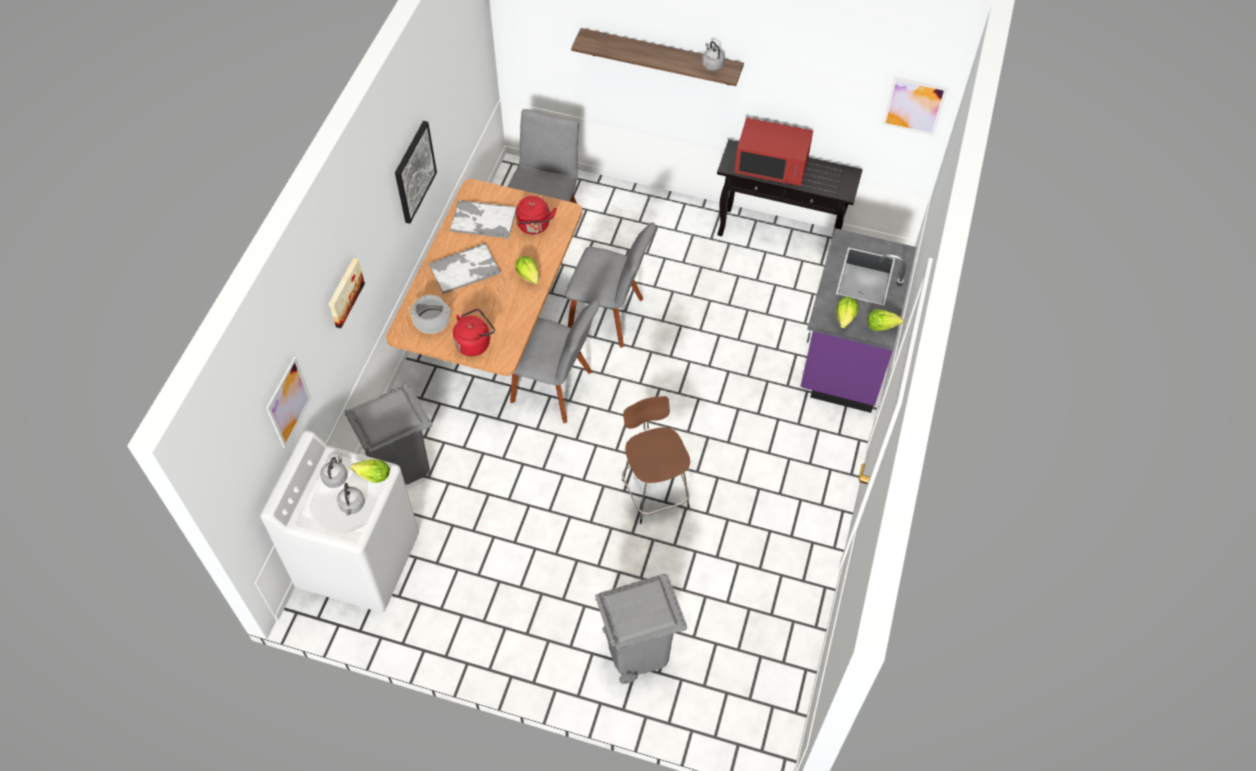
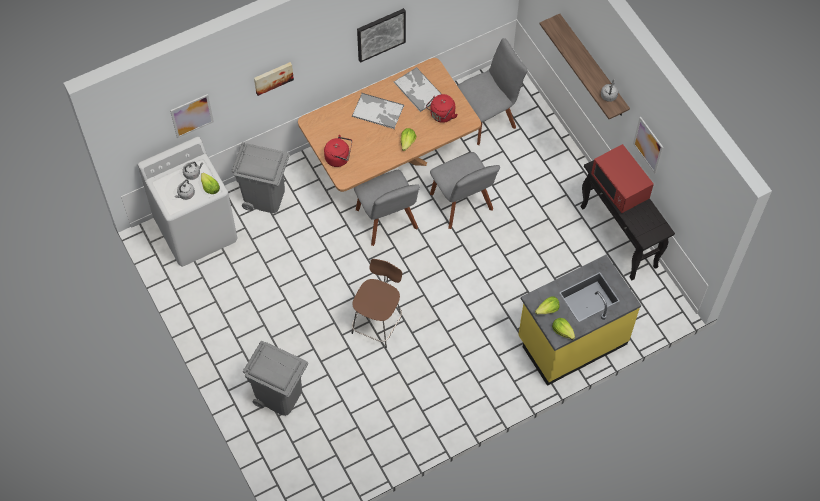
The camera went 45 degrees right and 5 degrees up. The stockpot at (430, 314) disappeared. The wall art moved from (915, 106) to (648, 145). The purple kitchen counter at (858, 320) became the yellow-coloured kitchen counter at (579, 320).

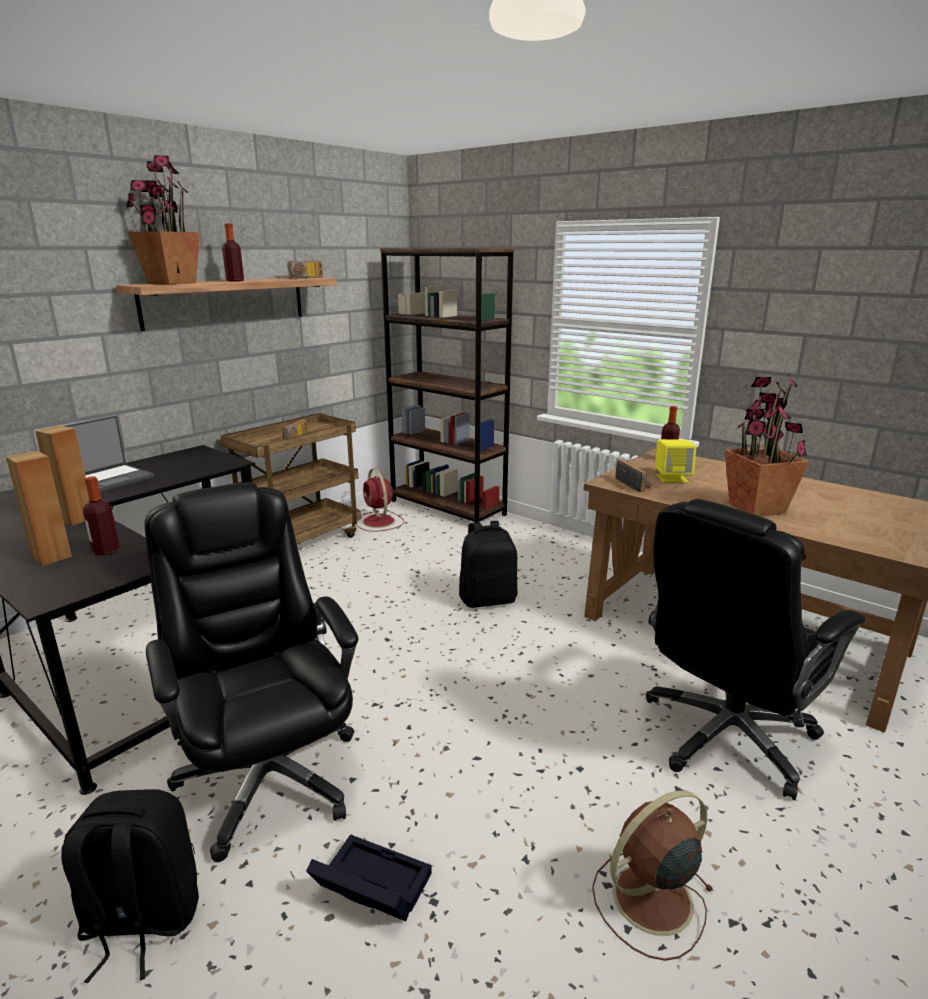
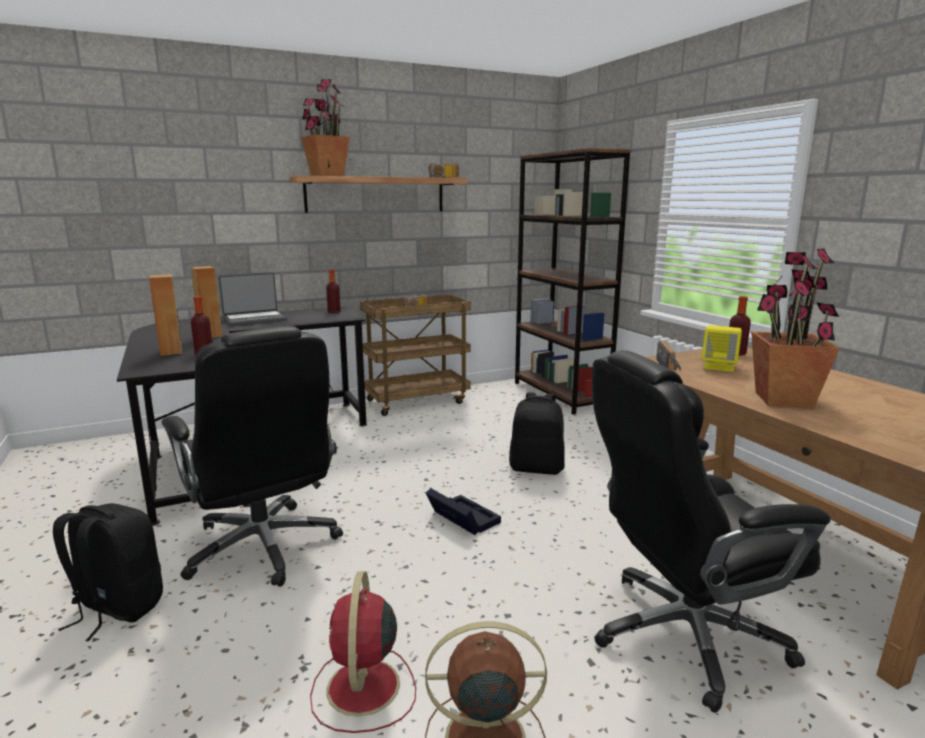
The camera went 25 degrees right and 5 degrees down. The bottle moved from (233, 252) to (333, 291). The black storage container moved from (369, 877) to (463, 511). The red-coloured electric fan moved from (380, 499) to (363, 652). The black computer chair at (251, 672) turned 150 degrees clockwise.

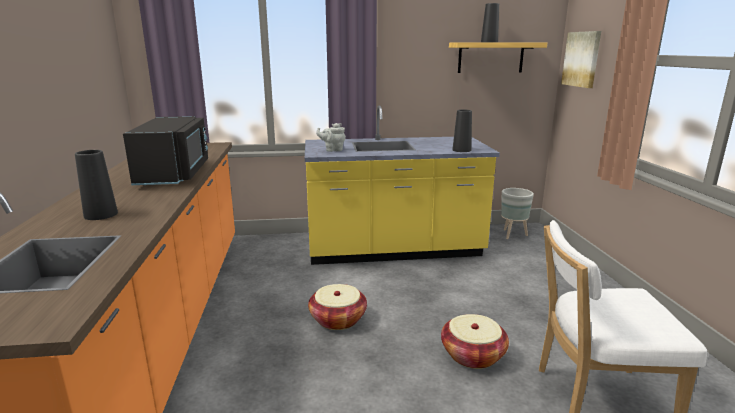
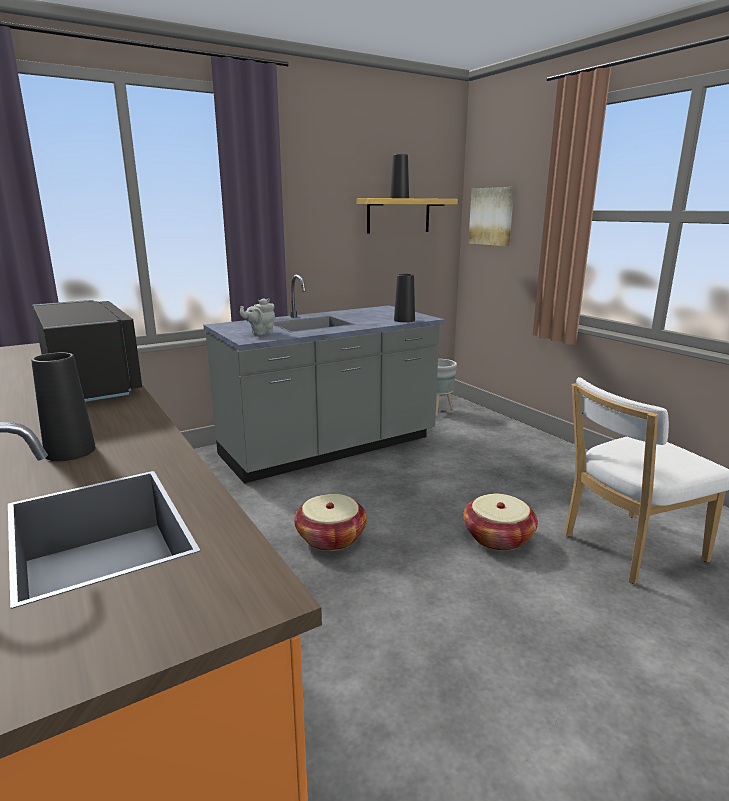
The camera went 25 degrees left and 0 degrees up. The yellow-coloured kitchen counter at (402, 185) became the grey kitchen counter at (324, 379).

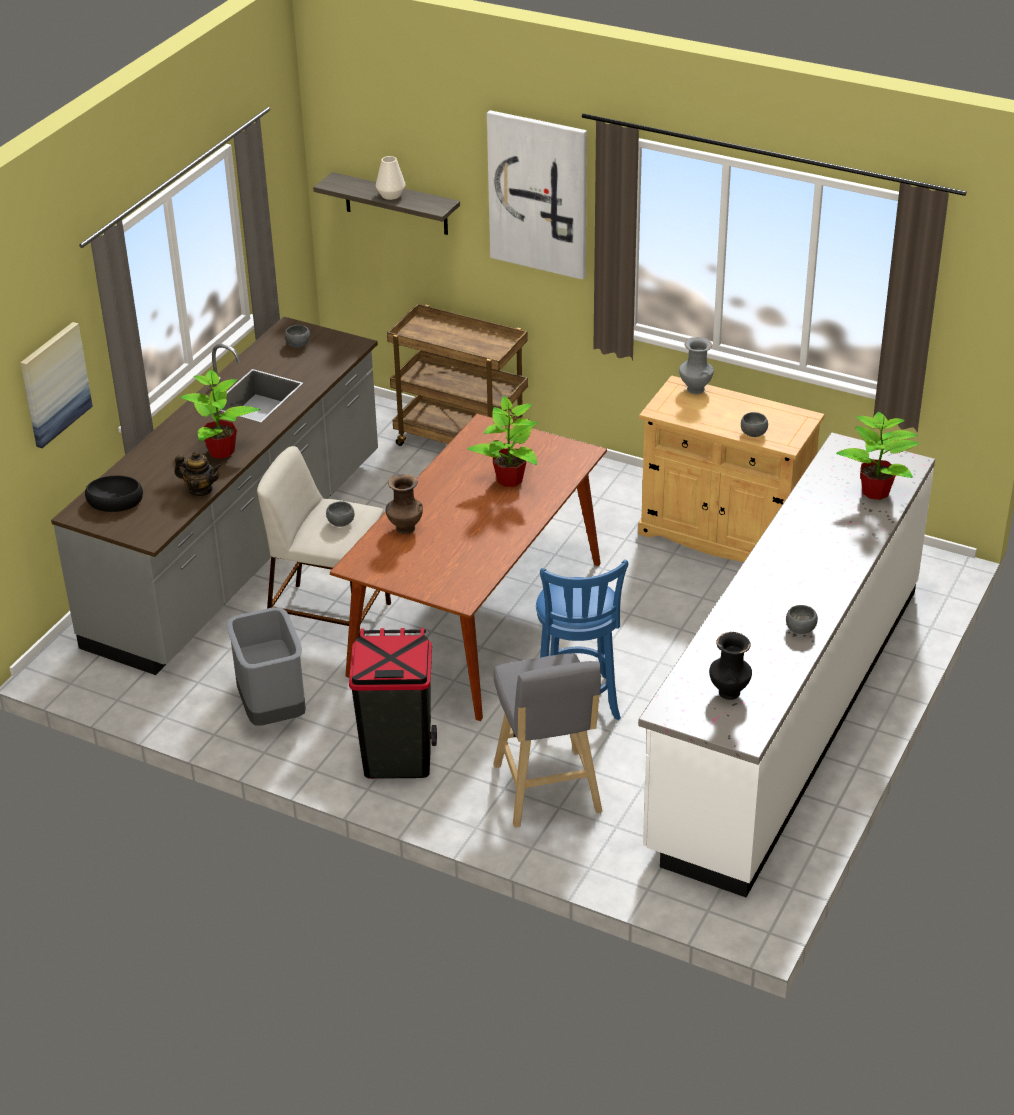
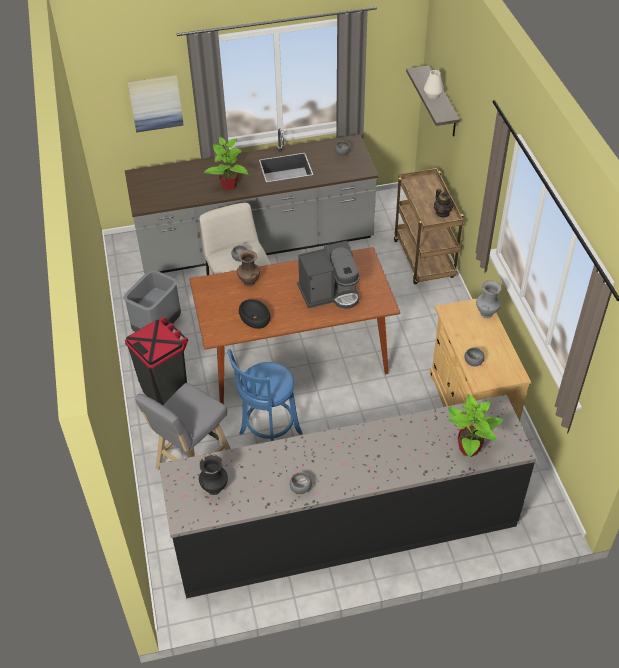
The camera went 50 degrees right and 10 degrees up. The wall art at (537, 195) disappeared. The black serving bowl moved from (114, 494) to (254, 314). The tea pot moved from (197, 473) to (443, 203). The plant in a pot at (502, 441) was replaced by the coffee brewer at (328, 275). The whitish kitchen counter at (786, 664) became the black kitchen counter at (348, 497).

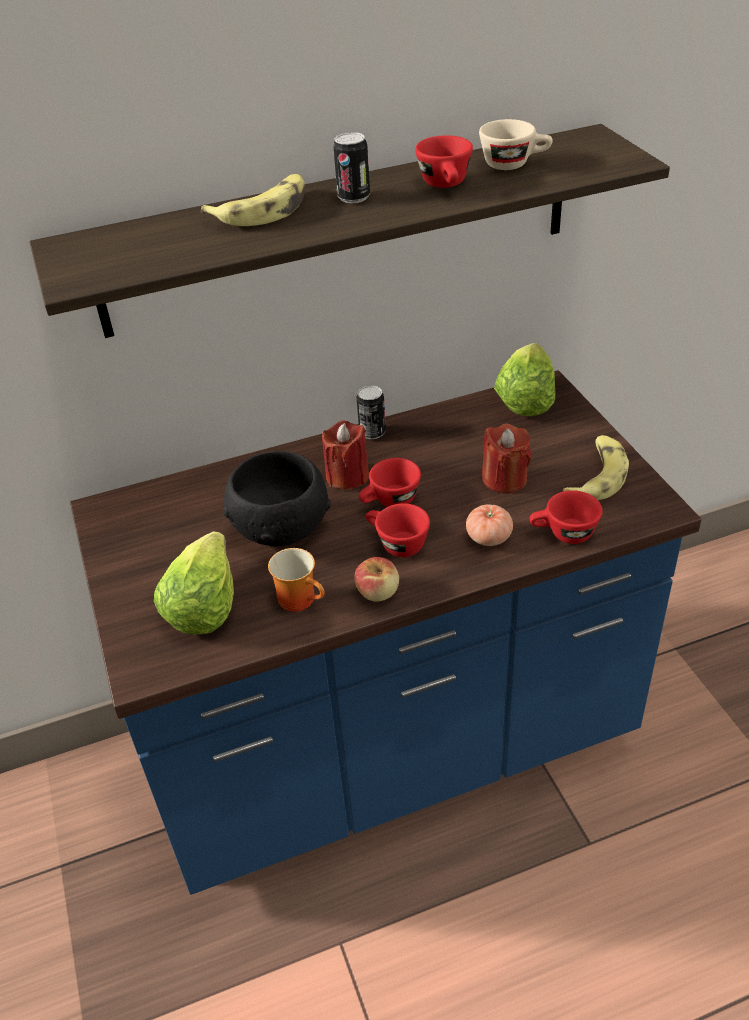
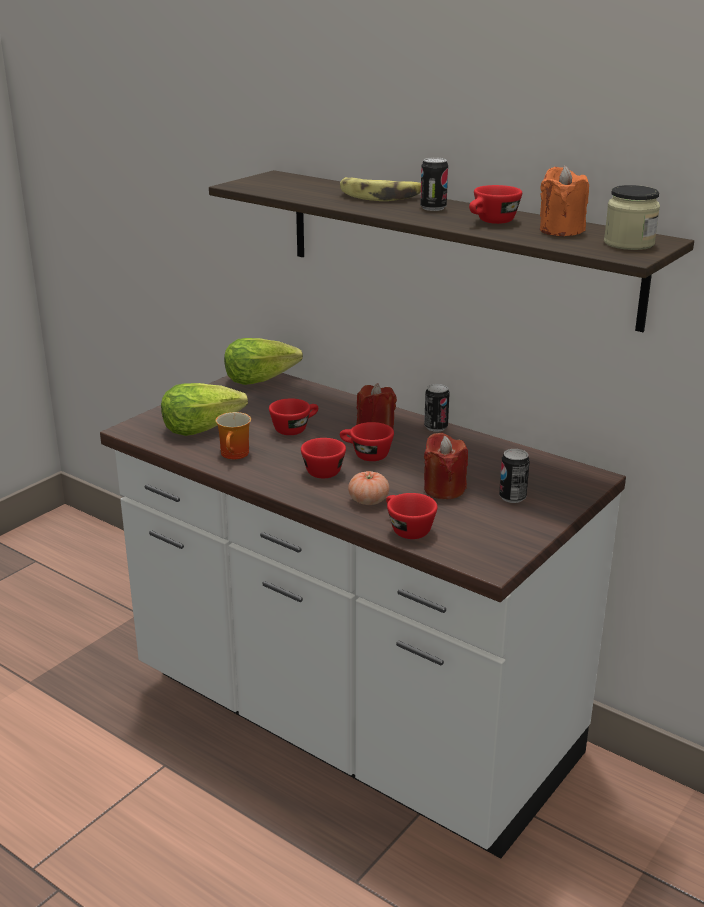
The camera went 55 degrees right and 15 degrees down. The apple fruit at (376, 579) disappeared. The whole banana at (596, 467) disappeared. The sealed can at (514, 476) appeared. The preserve jar at (632, 217) appeared. The lettuce moved from (524, 379) to (263, 361). The black serving bowl at (277, 499) was replaced by the red-coloured small cup at (293, 416). The sand-coloured small cup at (516, 144) was replaced by the orangey wax candle at (564, 201). The bluish kitchen counter at (386, 632) became the whitish kitchen counter at (363, 616).

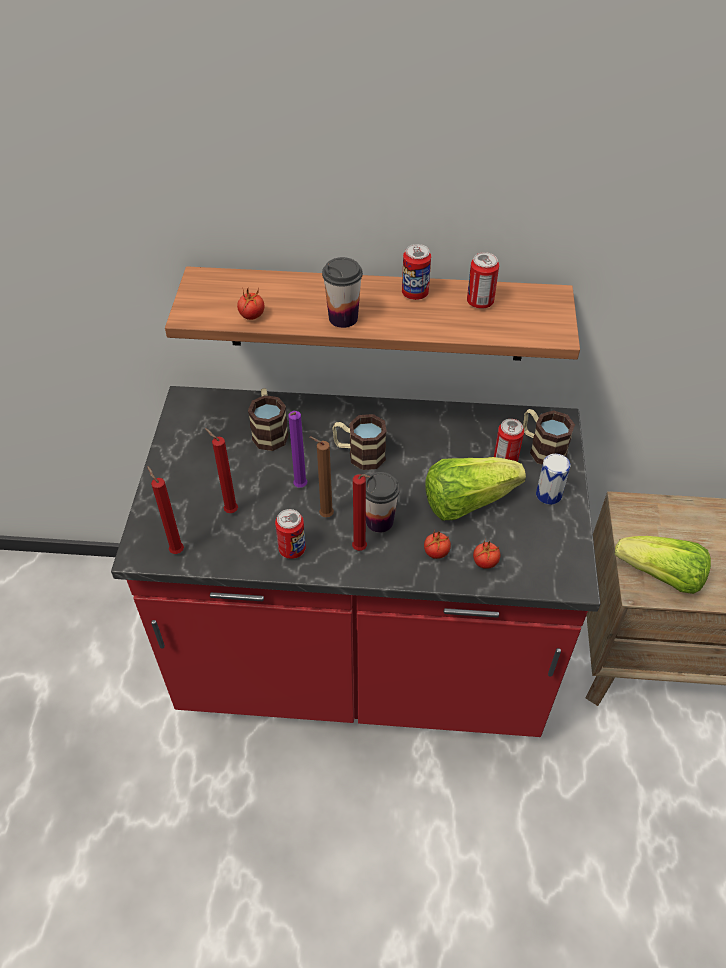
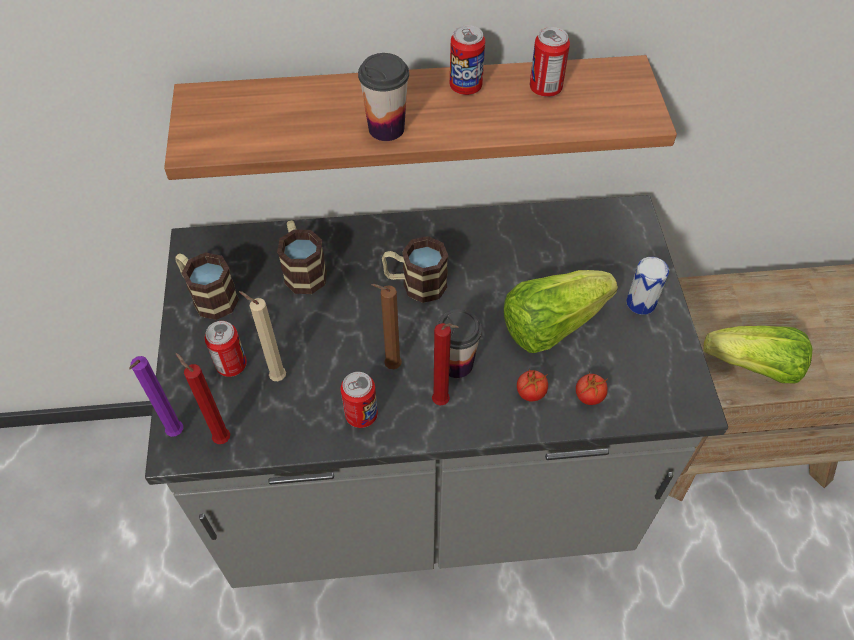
The camera went 10 degrees left and 5 degrees up. The whole tomato at (251, 304) disappeared. The purple wax candle moved from (297, 449) to (156, 396). The sealed can moved from (509, 440) to (226, 349). The mug moved from (549, 437) to (207, 286). The red-coloured kitchen counter at (355, 561) became the grey kitchen counter at (436, 391). The red-coloured wax candle at (221, 470) became the sand-coloured wax candle at (262, 336).

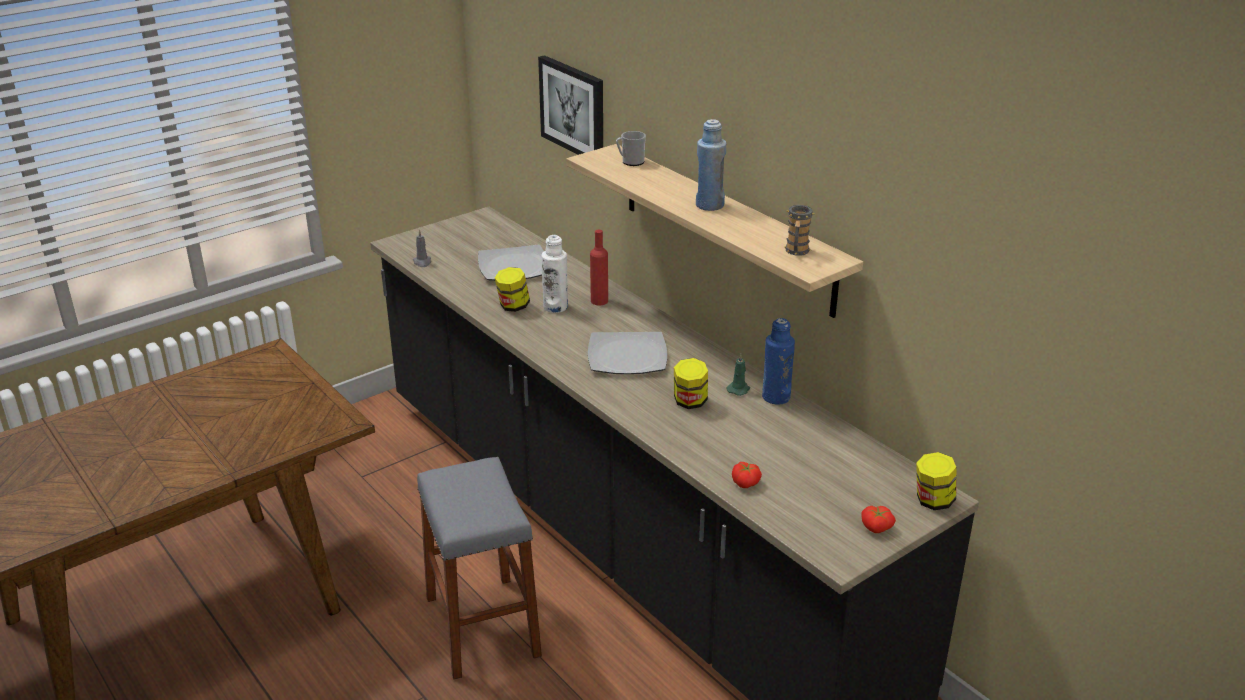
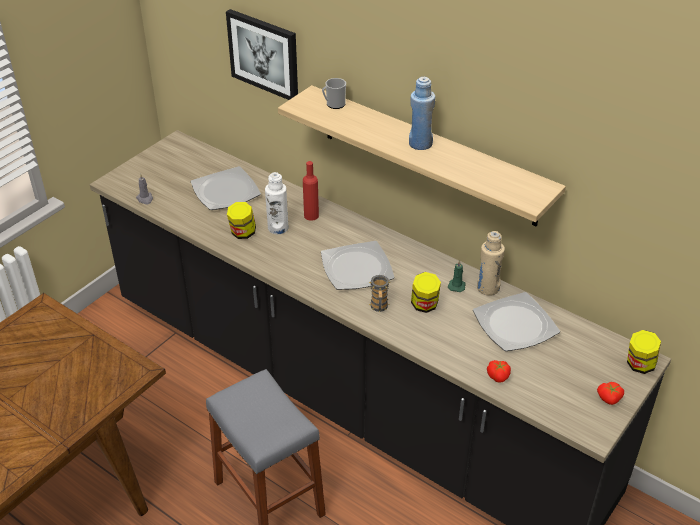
The camera went 15 degrees left and 10 degrees up. The plate at (516, 321) appeared. The mug moved from (799, 230) to (380, 293). The bluish bottle at (778, 361) became the sand-coloured bottle at (491, 263).

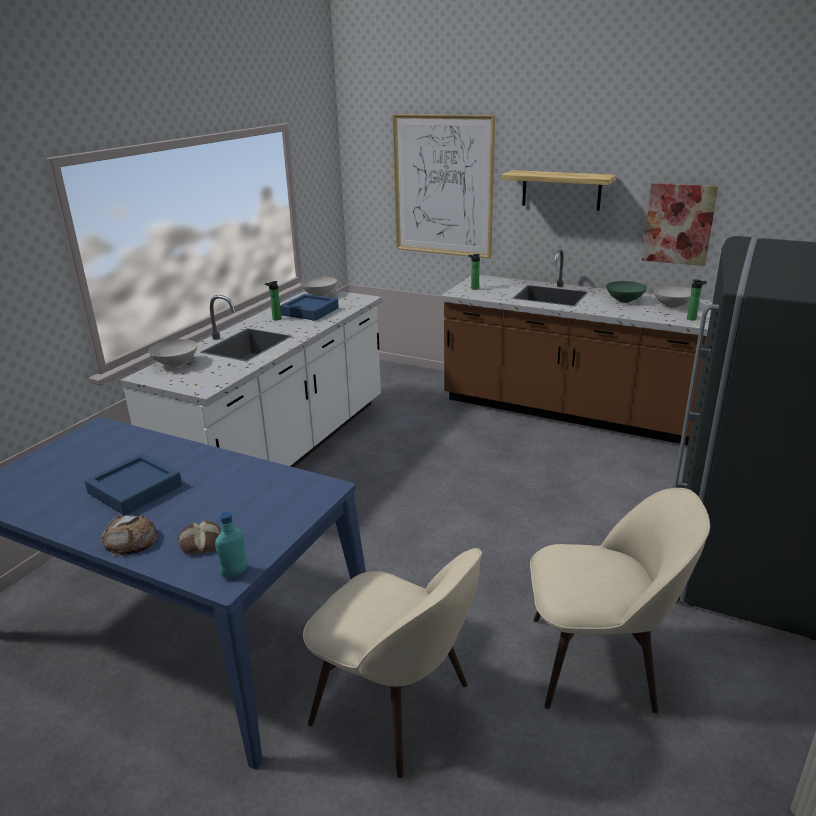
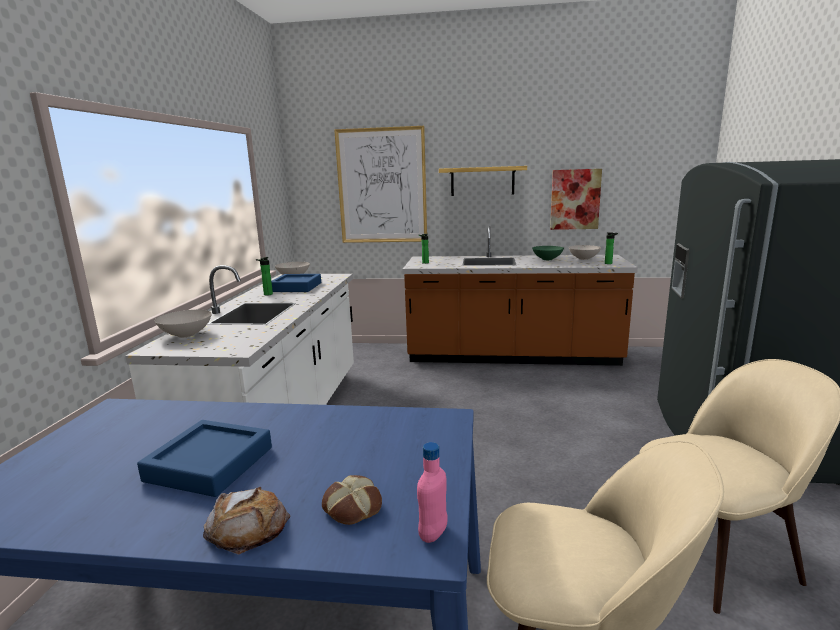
The camera went 20 degrees left and 10 degrees down. The turquoise-coloured bottle at (231, 545) became the pink-coloured bottle at (432, 492).

